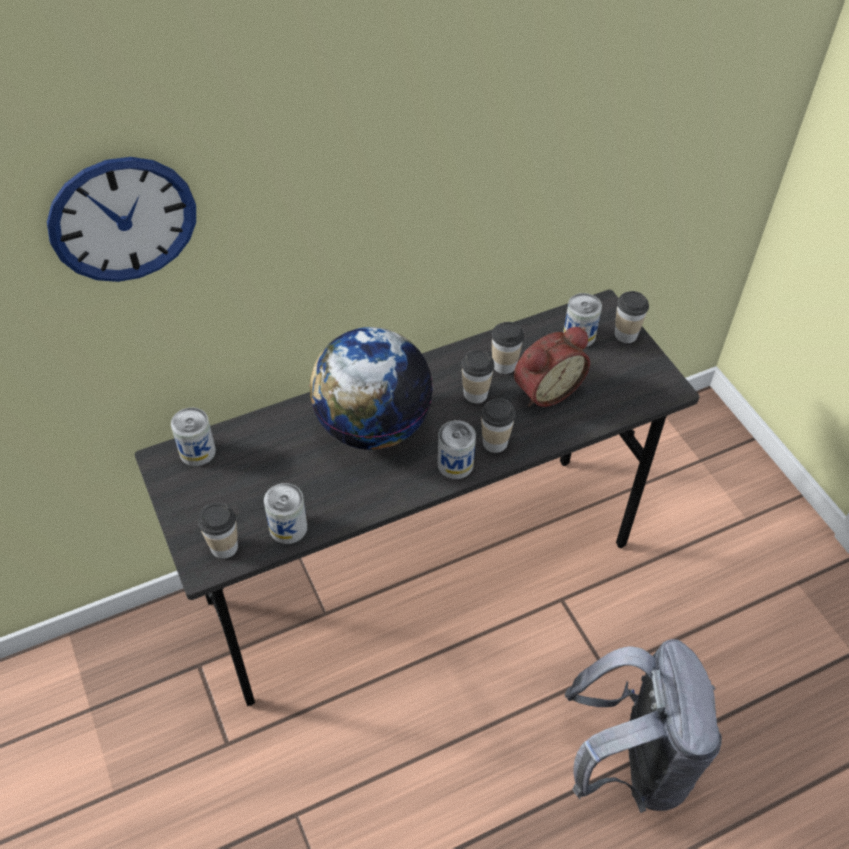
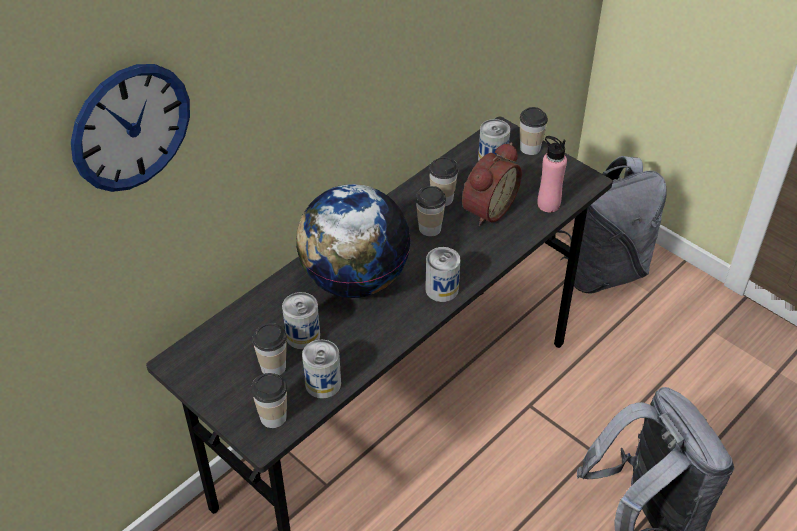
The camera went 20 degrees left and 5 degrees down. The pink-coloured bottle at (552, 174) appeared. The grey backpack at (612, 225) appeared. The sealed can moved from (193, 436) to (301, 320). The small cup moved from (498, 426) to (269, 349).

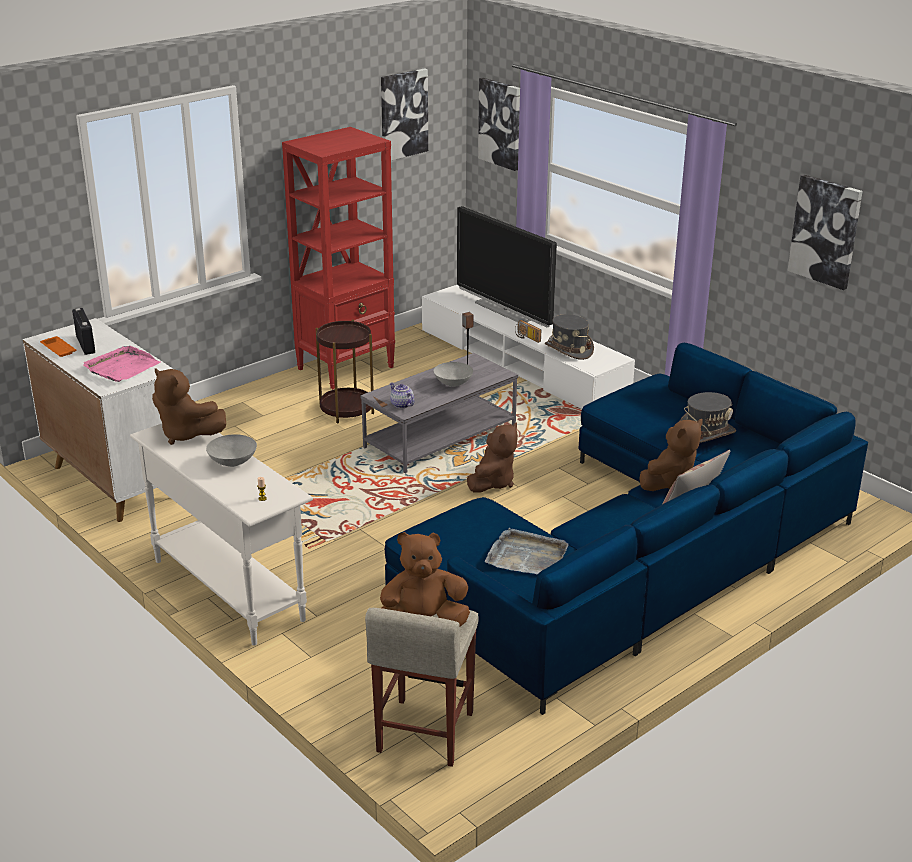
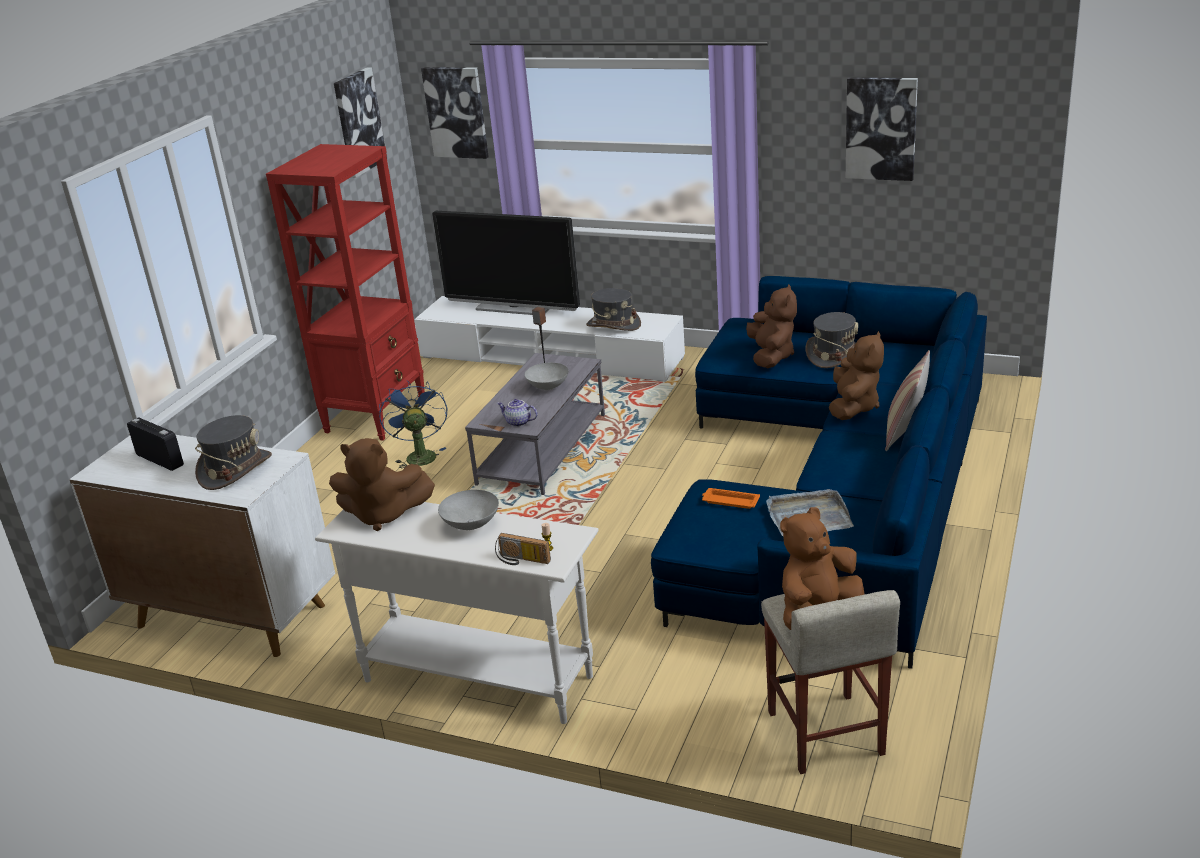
The camera went 25 degrees left and 0 degrees up. The orangey tray moved from (58, 346) to (731, 498). The brown-coloured soft toy moved from (492, 458) to (771, 326). The radio moved from (528, 331) to (523, 549). The pink-coloured tray at (121, 364) was replaced by the grey clothing hat at (233, 452). The brown-coloured side table at (345, 371) was replaced by the bluish electric fan at (413, 424).

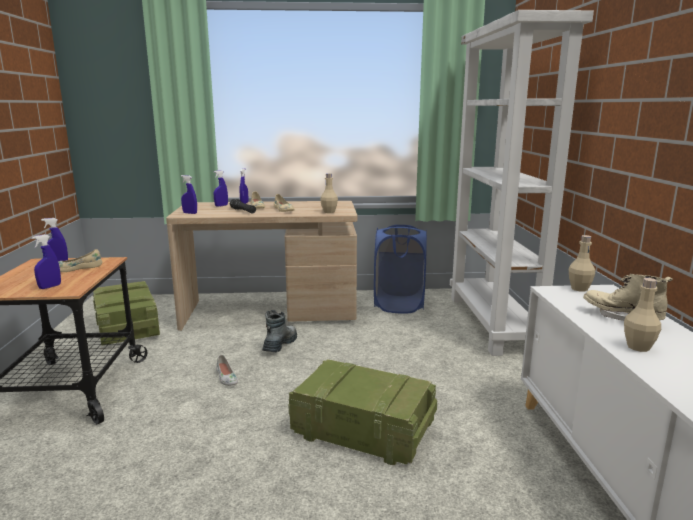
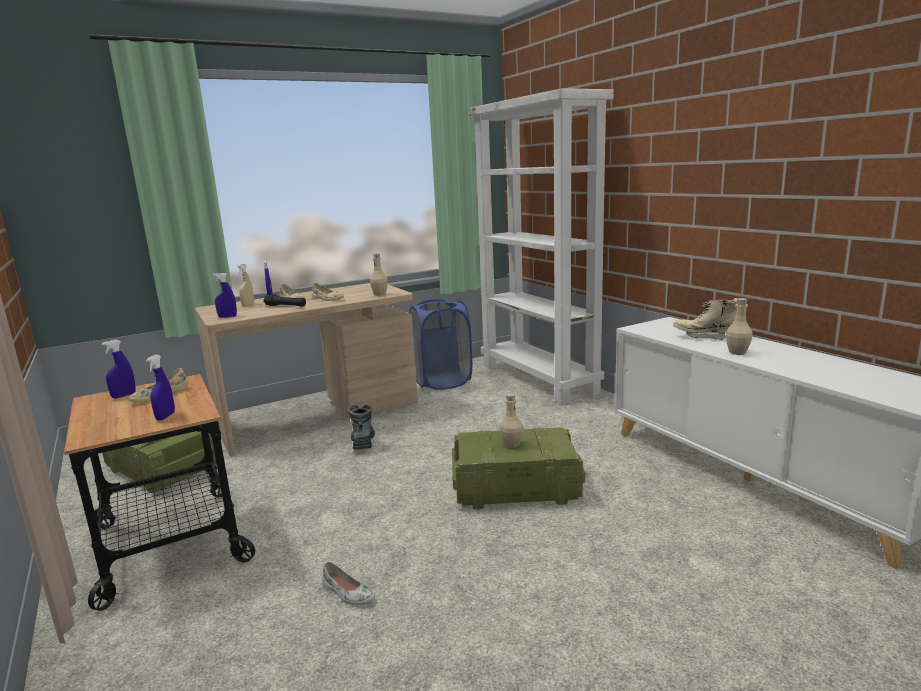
The camera went 25 degrees left and 0 degrees up. The whitish low shoe moved from (227, 370) to (348, 584). The sand-coloured bottle moved from (582, 263) to (511, 420). The bluish spray bottle at (221, 188) became the sand-coloured spray bottle at (245, 285).

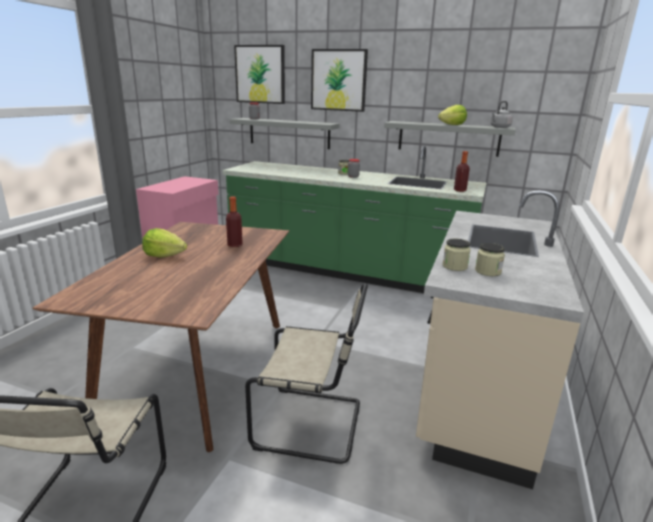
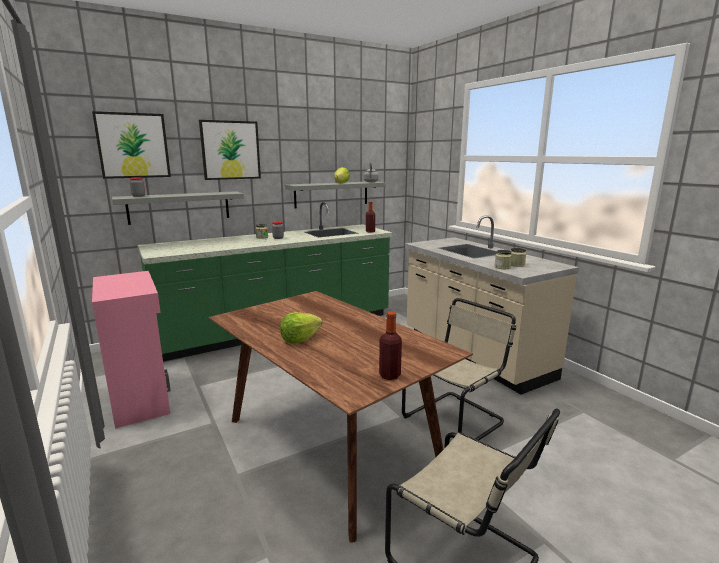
The camera went 50 degrees left and 5 degrees down. The bottle moved from (234, 221) to (390, 346).

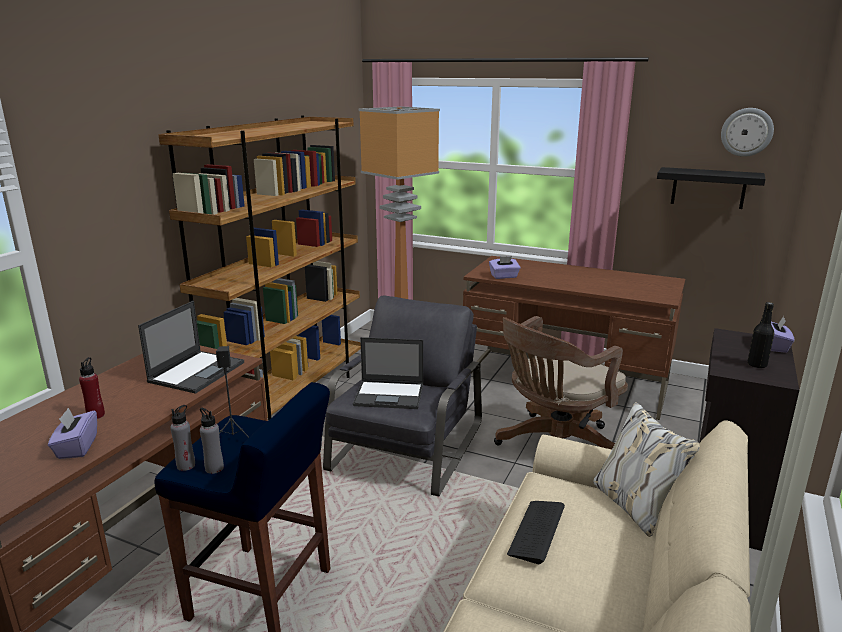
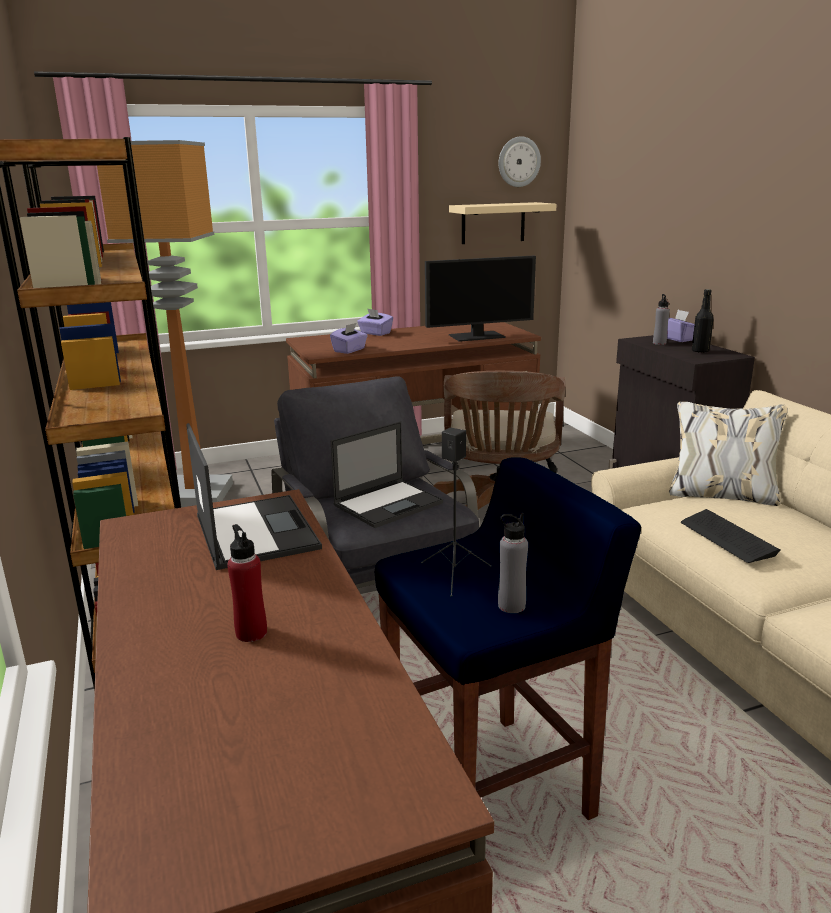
The camera went 45 degrees left and 0 degrees up. The computer screen at (480, 299) appeared. The purple tissue holder moved from (72, 433) to (375, 322). The grey bottle moved from (182, 438) to (661, 319). The black bracket shelf at (711, 188) became the sand-coloured bracket shelf at (503, 223).

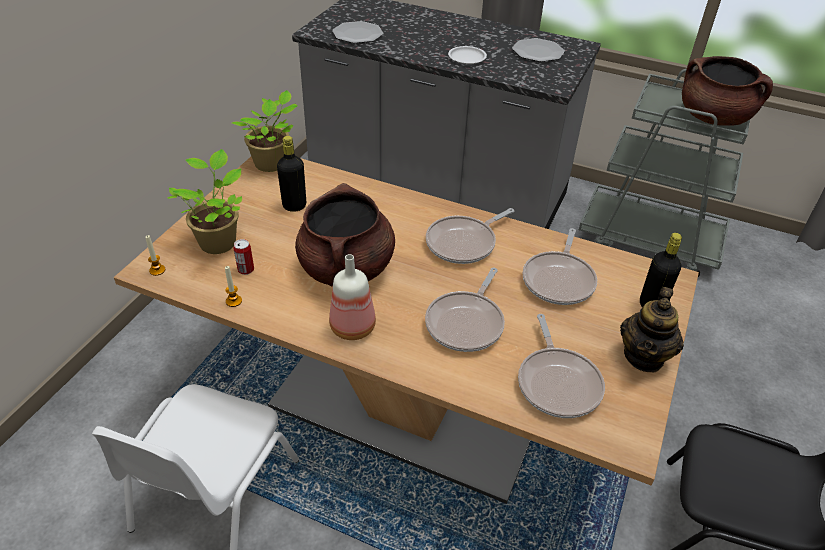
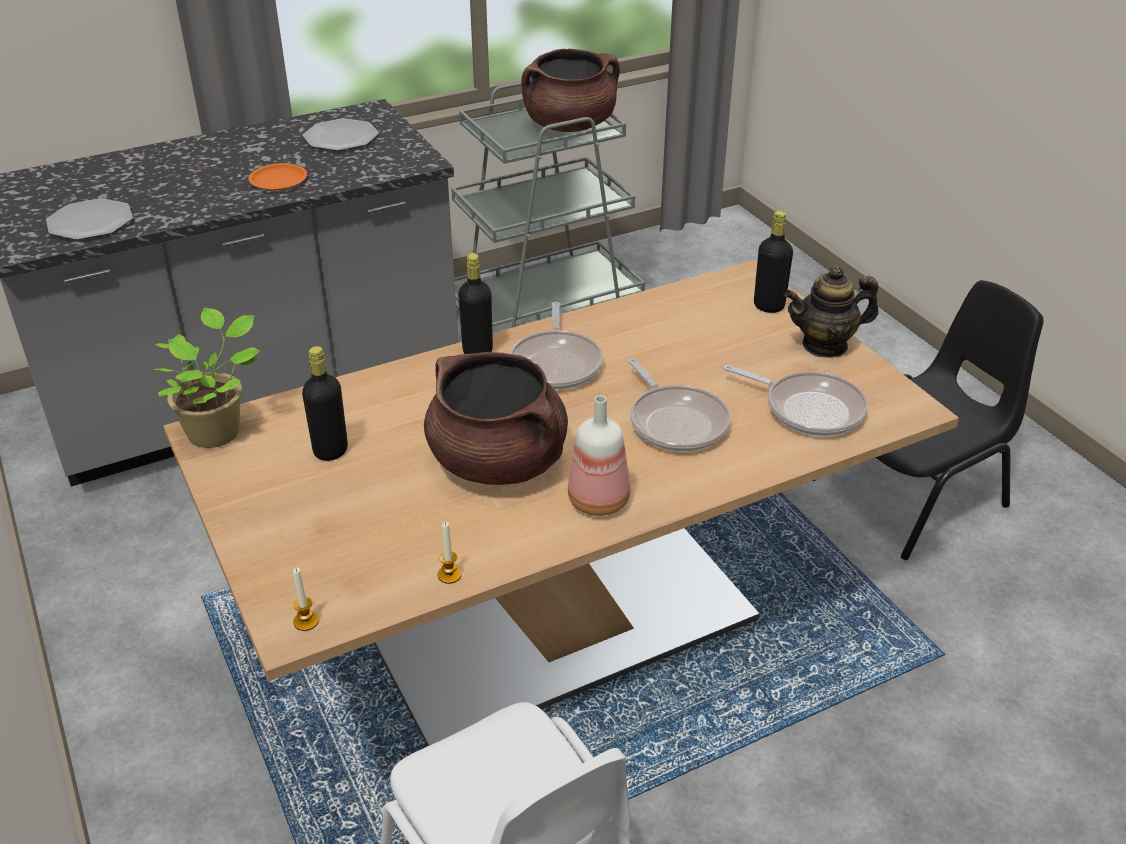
The camera went 50 degrees left and 5 degrees down. The plant in a pot at (204, 201) disappeared. The sealed can at (244, 257) disappeared. The skillet at (560, 266) disappeared. The black bottle at (475, 303) appeared. The whitish plate at (467, 55) became the orangey plate at (277, 176). The tea pot at (652, 329) turned 105 degrees clockwise.

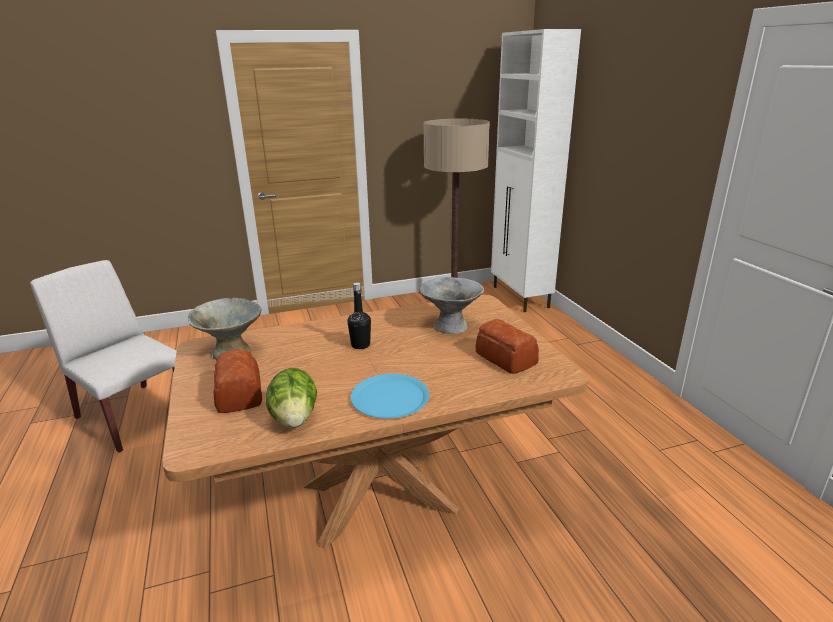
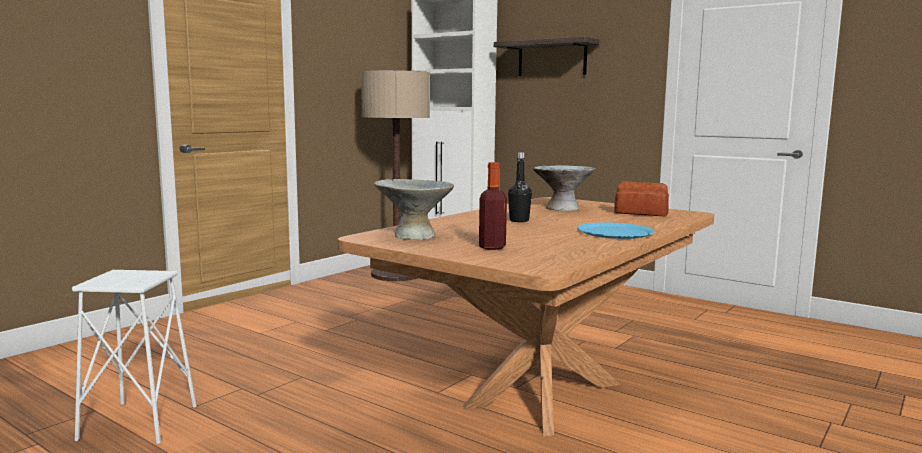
The camera went 35 degrees left and 15 degrees down. The lettuce at (291, 398) disappeared. The bracket shelf at (546, 56) appeared. The whitish upright chair at (103, 356) was replaced by the whitish stool at (134, 357). The baked bread at (237, 381) was replaced by the bottle at (493, 206).

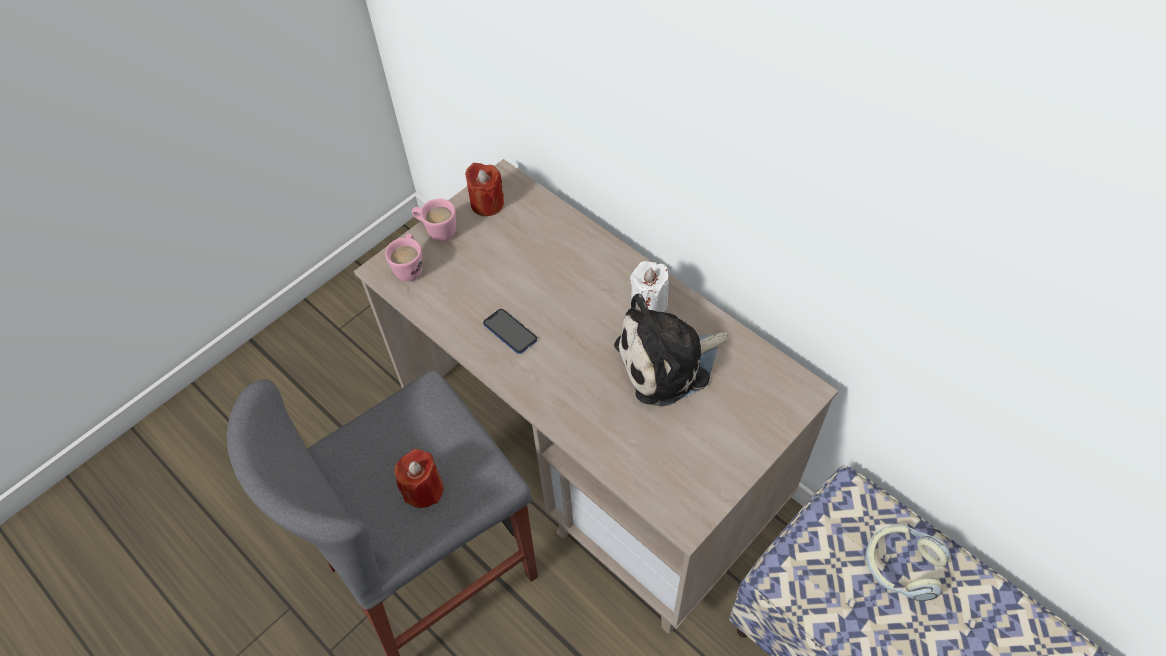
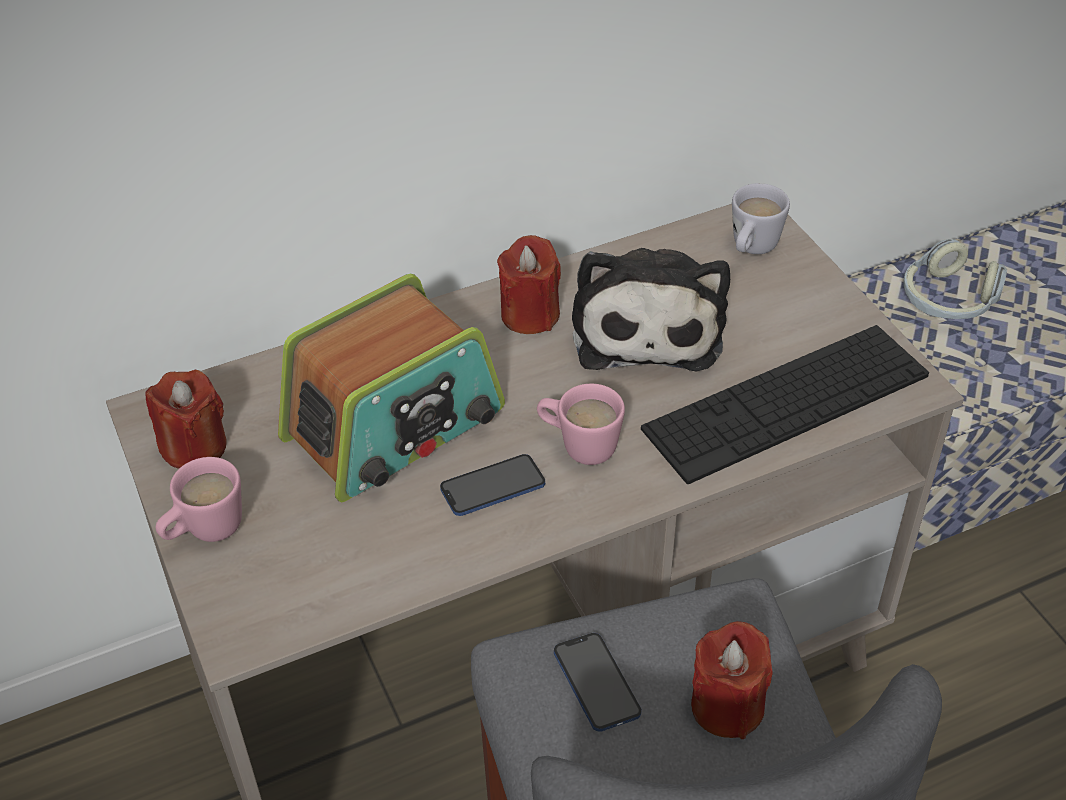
The camera went 70 degrees left and 10 degrees down. The radio at (391, 388) appeared. The phone at (598, 682) appeared. The keyboard at (785, 404) appeared. The whitish mug at (761, 218) appeared. The pink-coloured mug moved from (404, 257) to (581, 424). The whitish wax candle at (649, 286) became the red-coloured wax candle at (529, 284).

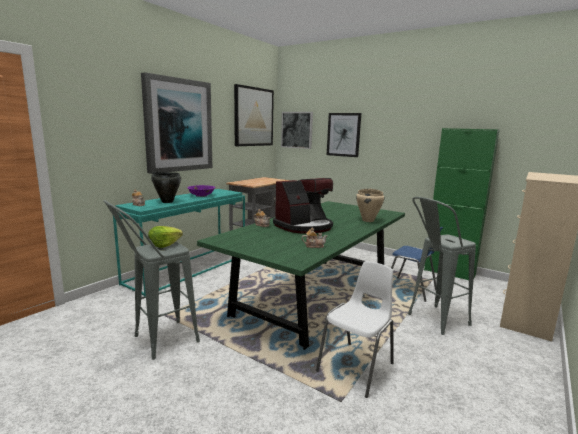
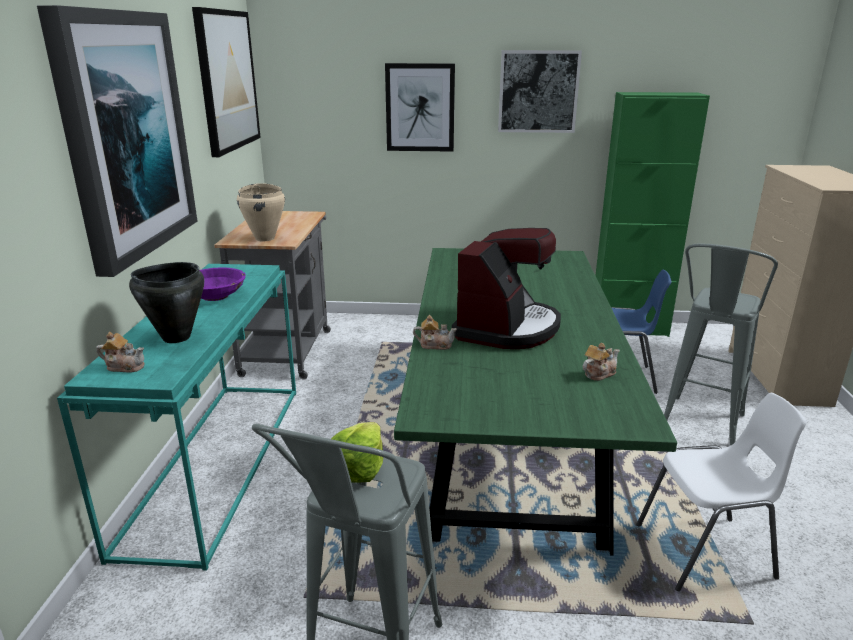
The camera went 30 degrees left and 10 degrees up. The wall art moved from (297, 130) to (540, 91). The sand-coloured stockpot moved from (370, 205) to (261, 212). The whitish upright chair at (355, 329) turned 75 degrees clockwise.

